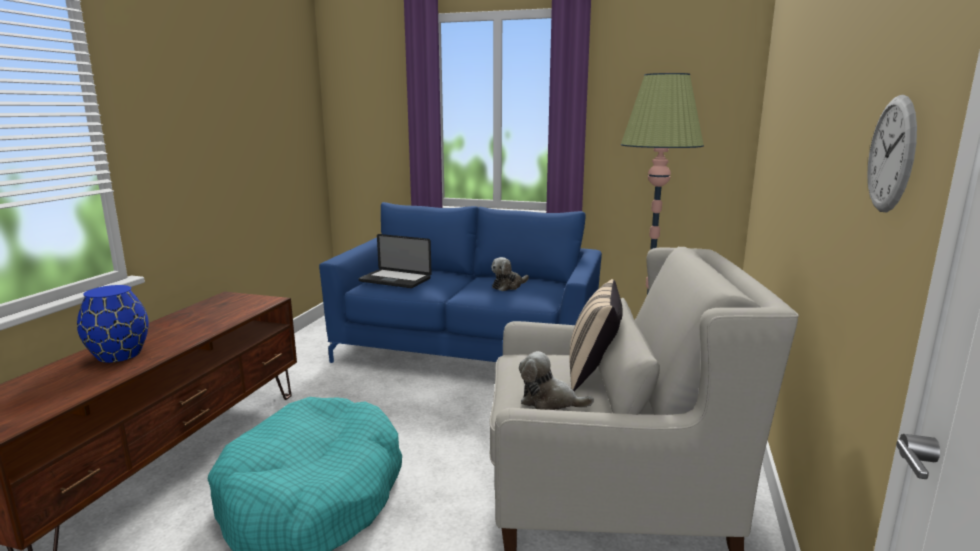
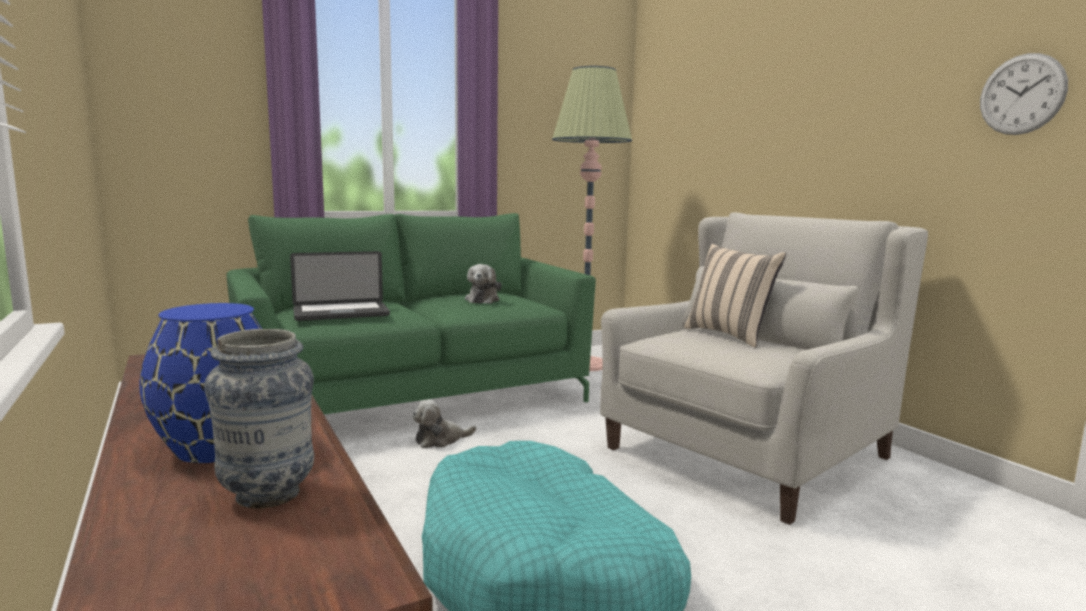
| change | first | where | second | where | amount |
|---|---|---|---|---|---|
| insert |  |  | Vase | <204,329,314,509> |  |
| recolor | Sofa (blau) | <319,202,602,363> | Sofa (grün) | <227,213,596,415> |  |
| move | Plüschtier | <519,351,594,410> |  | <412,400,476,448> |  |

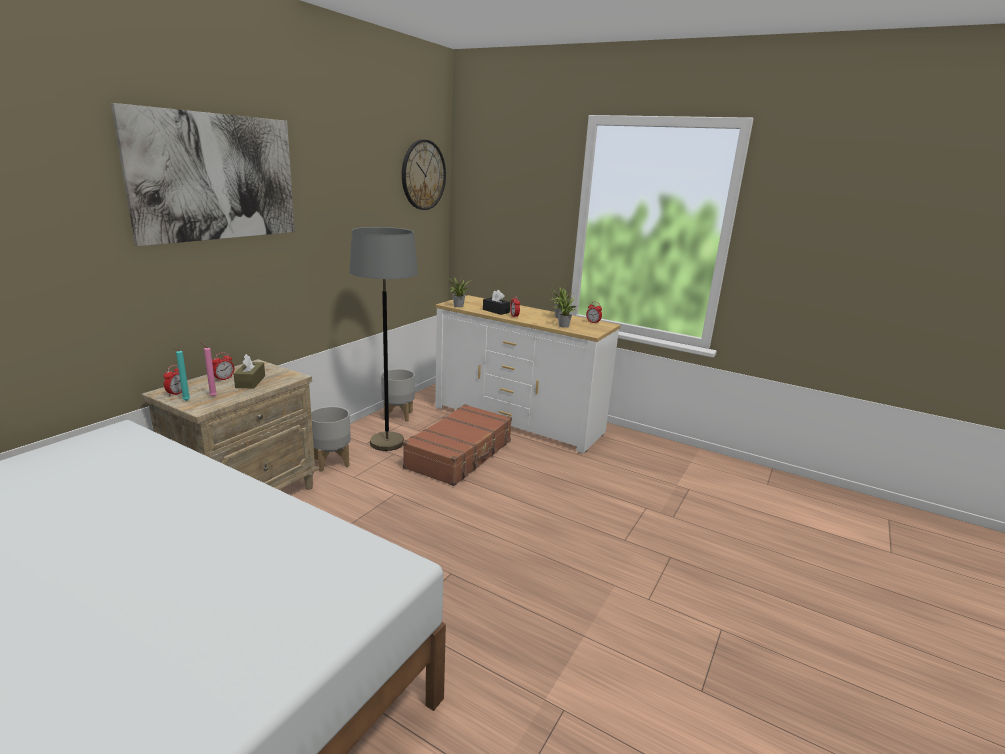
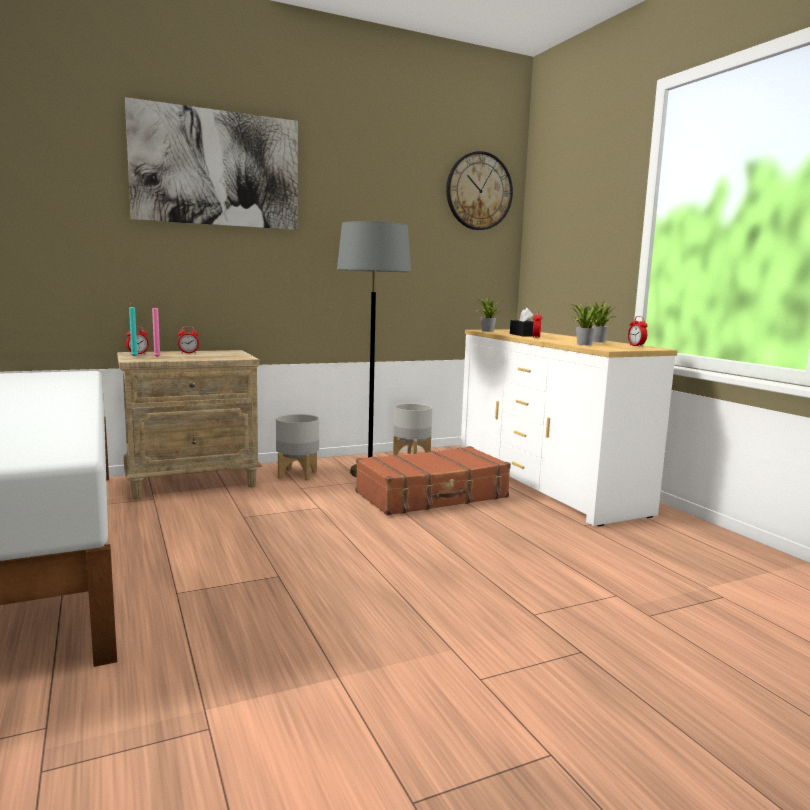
| change | first | where | second | where | amount |
|---|---|---|---|---|---|
| delete | Taschentuchbox (braun) | <234,354,265,389> |  |  |  |

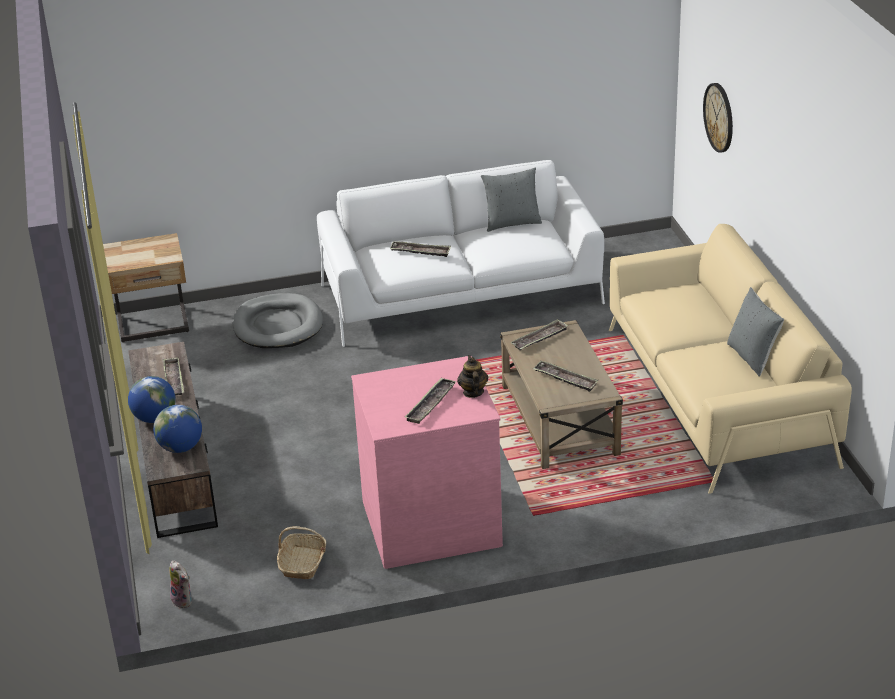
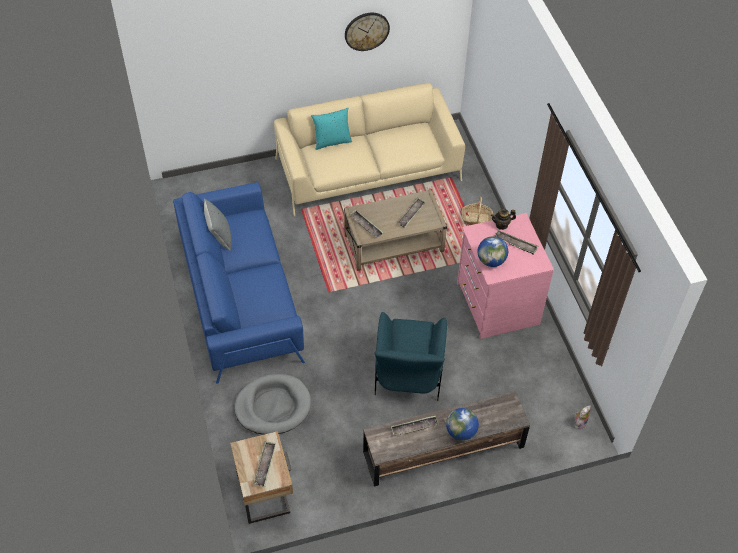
| change | first | where | second | where | amount |
|---|---|---|---|---|---|
| recolor | Sofa (weiß) | <317,160,605,347> | Sofa (blau) | <173,182,305,384> |  |
| move | Tablett | <390,241,451,257> |  | <254,441,276,487> |  |
| insert |  |  | Kissen (türkis) | <311,108,352,150> |  |
| move | Wanduhr | <703,83,733,153> |  | <345,13,390,51> |  |
| insert |  |  | Sessel (blau) | <375,312,447,401> |  |
| move | Korb | <277,526,326,579> |  | <462,196,493,225> |  |
| move | Globus | <153,405,202,453> |  | <478,236,508,267> |  |
| delete | Kissen (grau) | <727,287,784,377> |  |  |  |

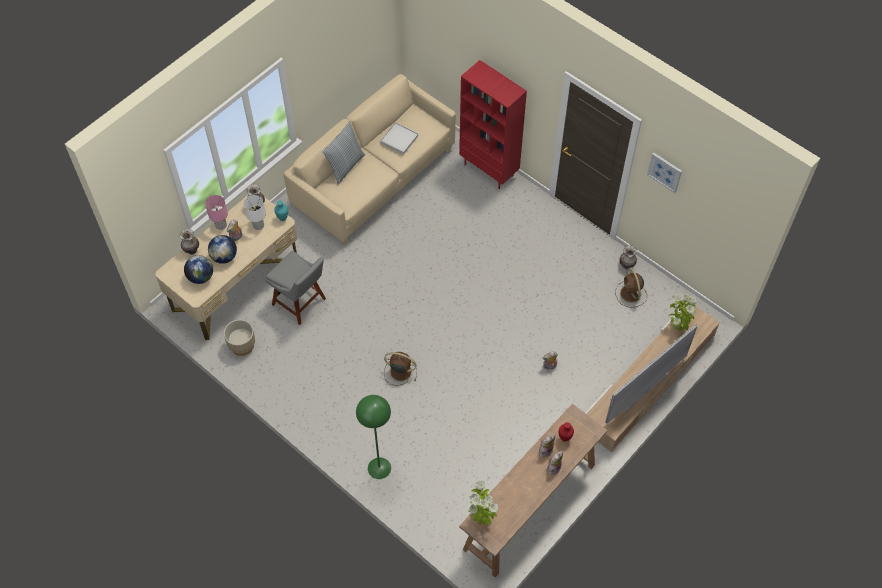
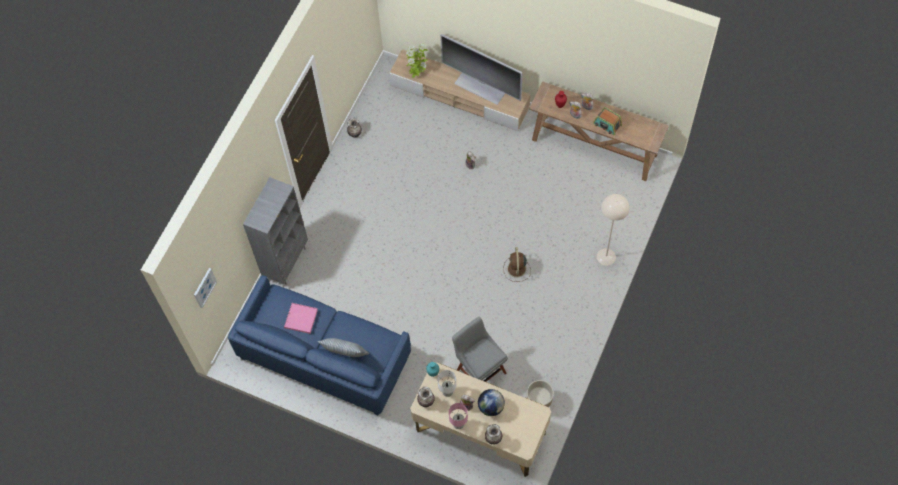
| change | first | where | second | where | amount |
|---|---|---|---|---|---|
| move | Bild | <647,152,682,193> |  | <194,268,217,308> |  |
| recolor | Sofa (beige) | <283,74,456,245> | Sofa (blau) | <228,275,411,415> |  |
| recolor | Bücherregal (rot) | <459,60,527,189> | Bücherregal (grau) | <243,177,308,285> |  |
| recolor | Tablett (weiß) | <380,122,418,155> | Tablett (rosa) | <284,303,318,334> |  |
| rotate | Stuhl (grau) | <265,250,326,325> |  | <452,317,508,382> | 60 degrees counterclockwise |
| insert |  |  | Radio | <593,107,622,135> |  |
| recolor | Stehlampe (grün) | <356,395,391,479> | Stehlampe (beige) | <597,194,630,266> |  |
| delete | Globus | <184,255,213,284> |  |  |  |
| delete | Topfpflanze | <469,480,499,526> |  |  |  |
| delete | Ventilator (braun) | <615,268,647,308> |  |  |  |

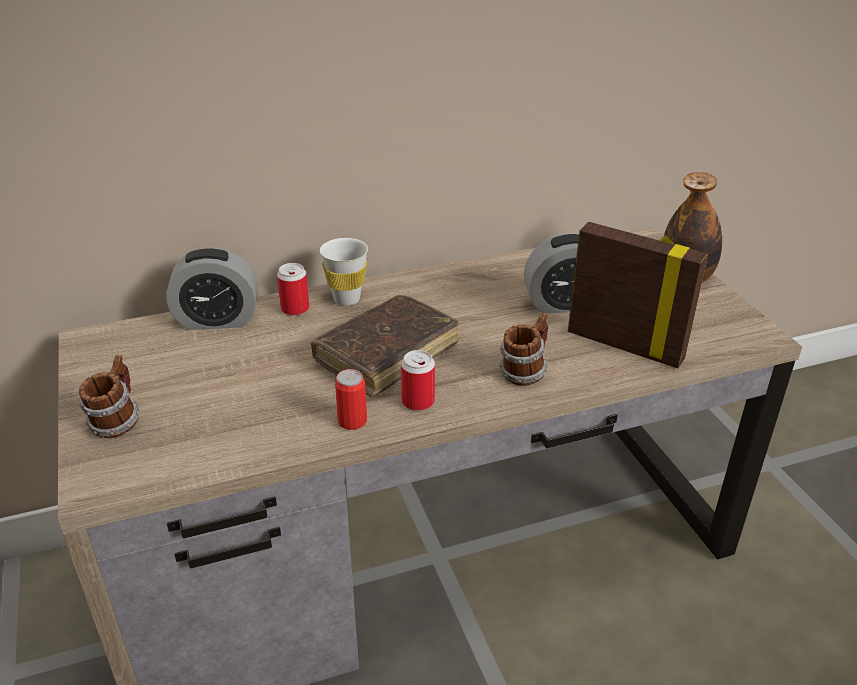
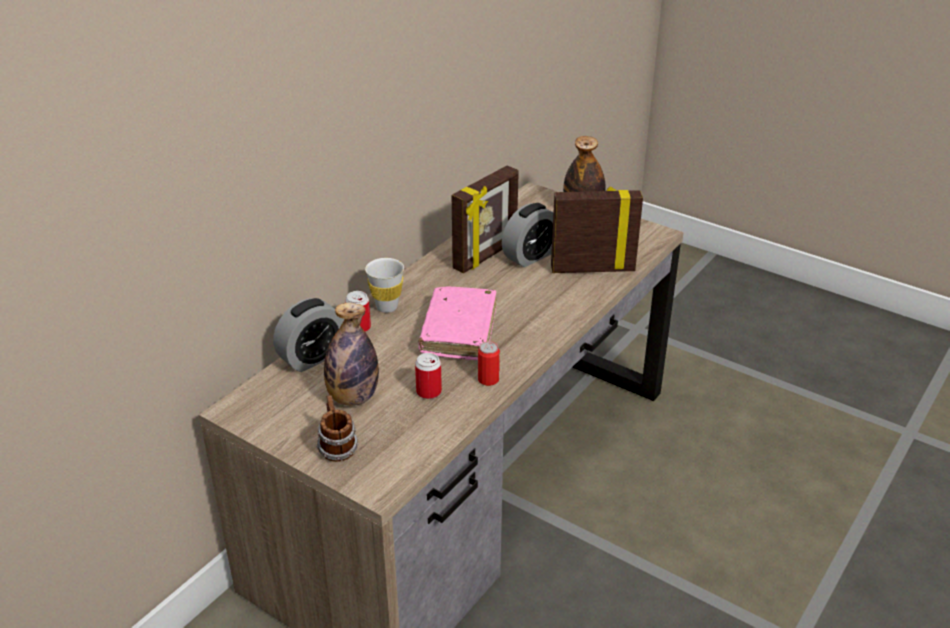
| change | first | where | second | where | amount |
|---|---|---|---|---|---|
| insert |  |  | Flasche | <324,303,379,406> |  |
| move | Dose | <401,350,435,411> |  | <415,353,442,399> |  |
| recolor | Buch (braun) | <311,295,459,397> | Buch (rosa) | <419,286,497,360> |  |
| insert |  |  | Bilderrahmen | <452,165,519,273> |  |
| delete | Henkelbecher | <499,312,548,386> |  |  |  |

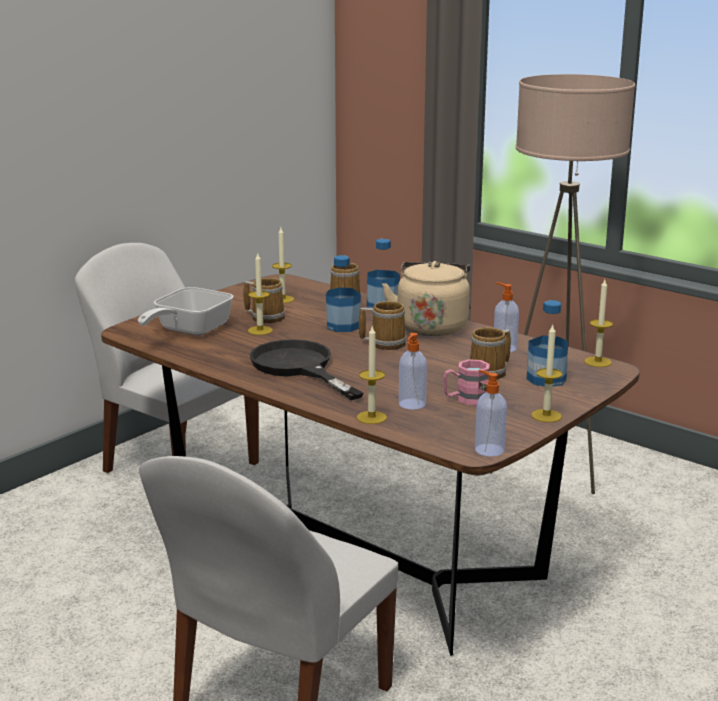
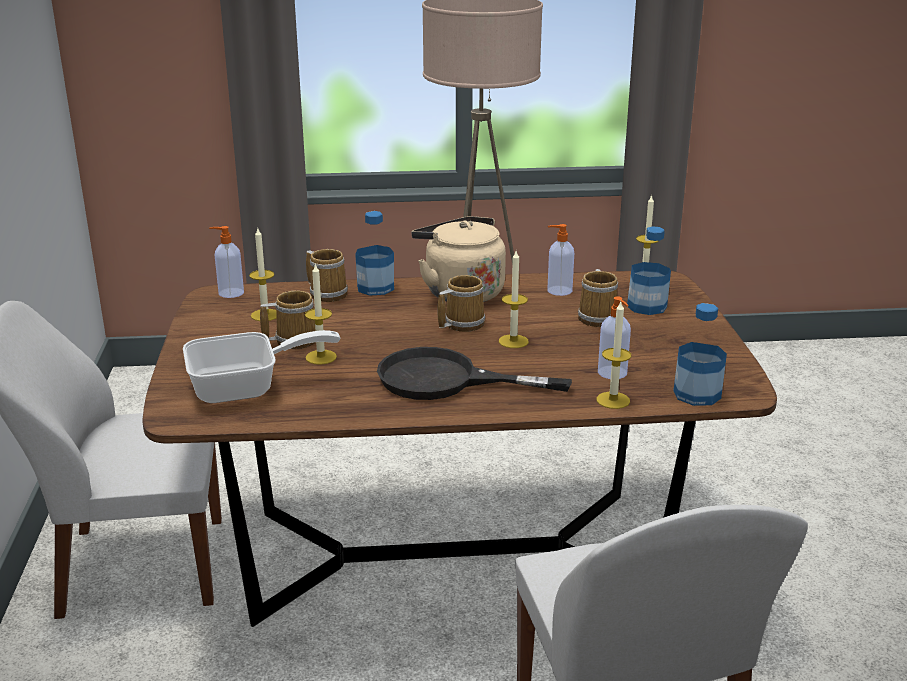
| change | first | where | second | where | amount |
|---|---|---|---|---|---|
| rotate | Pfanne | <138,287,233,336> |  | <183,330,340,403> | 90 degrees counterclockwise |
| move | Seifenspender | <475,370,507,457> |  | <209,226,244,298> |  |
| move | Kerze | <531,324,563,422> |  | <499,251,529,348> |  |
| move | Flasche | <326,255,361,332> |  | <673,303,727,406> |  |
| delete | Henkelbecher (rosa) | <444,359,490,405> |  |  |  |

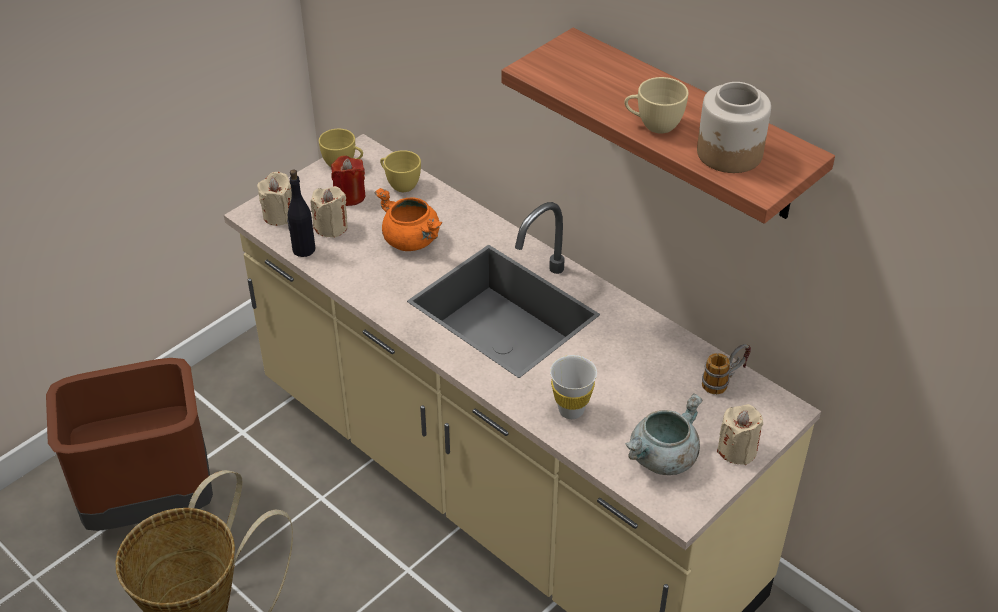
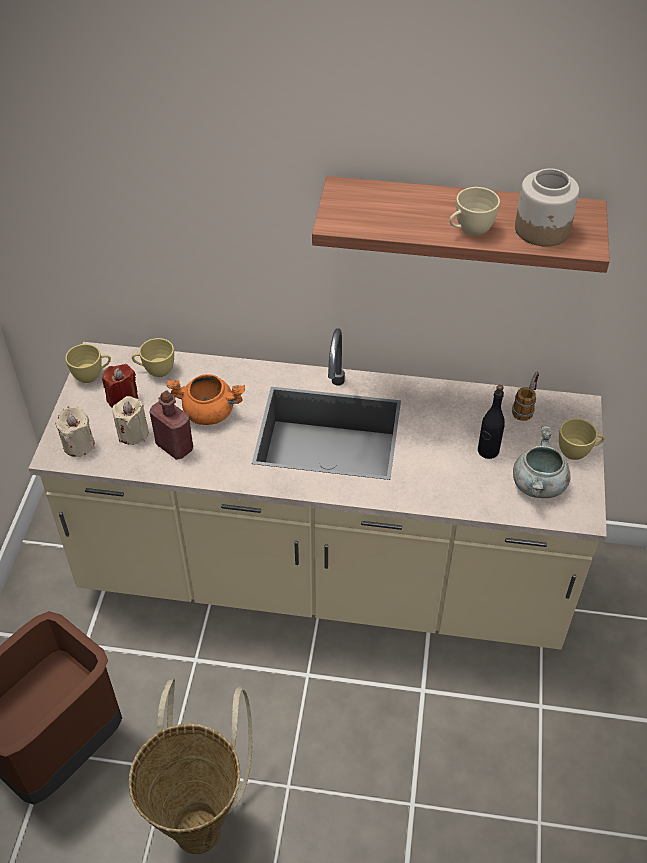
| change | first | where | second | where | amount |
|---|---|---|---|---|---|
| insert |  |  | Flasche (rot) | <150,391,193,460> |  |
| move | Flasche (schwarz) | <287,169,315,257> |  | <478,385,505,459> |  |
| replace | Kerze (beige) | <717,404,763,465> | Tasse (gelb) | <559,418,605,460> |  |
| delete | Tasse (weiß) | <550,355,597,419> |  |  |  |

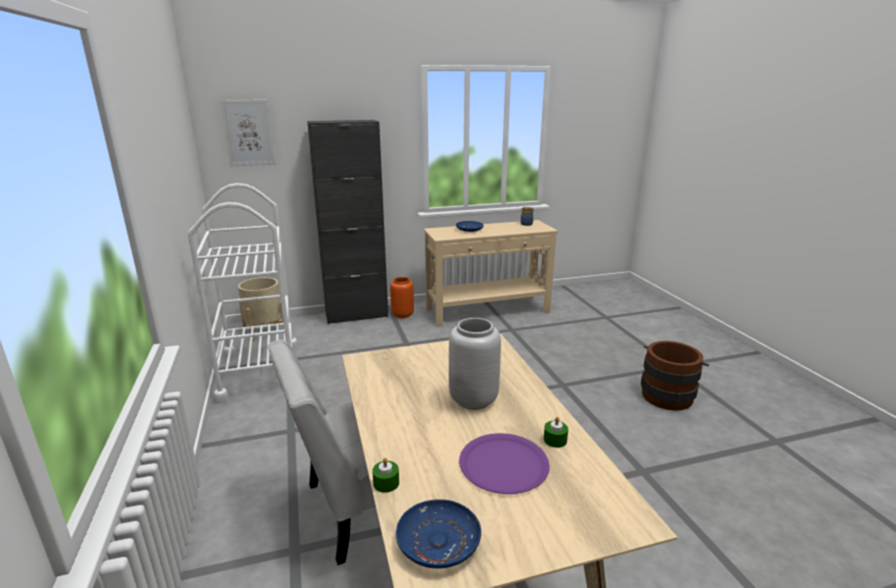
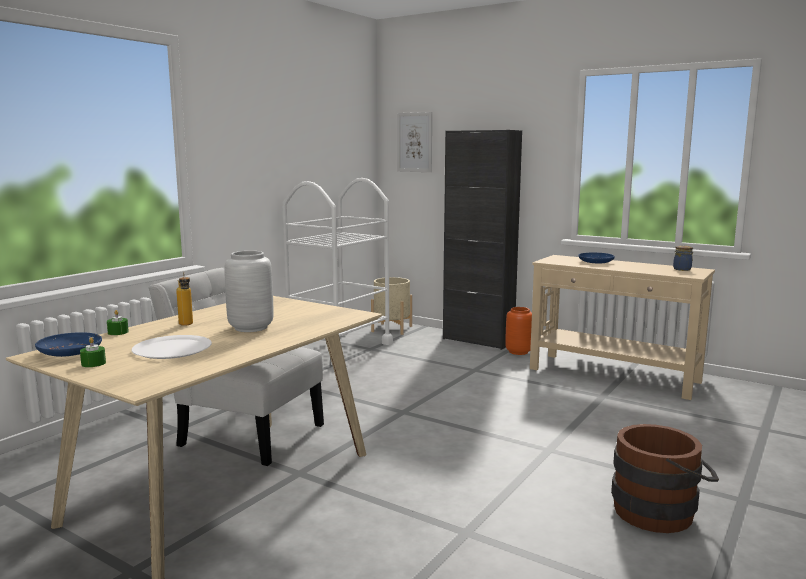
| change | first | where | second | where | amount |
|---|---|---|---|---|---|
| move | Kerze (grün) | <544,417,568,448> |  | <80,338,106,367> |  |
| recolor | Teller (lila) | <459,433,550,494> | Teller (weiß) | <131,335,212,359> |  |
| insert |  |  | Flasche | <176,272,193,326> |  |

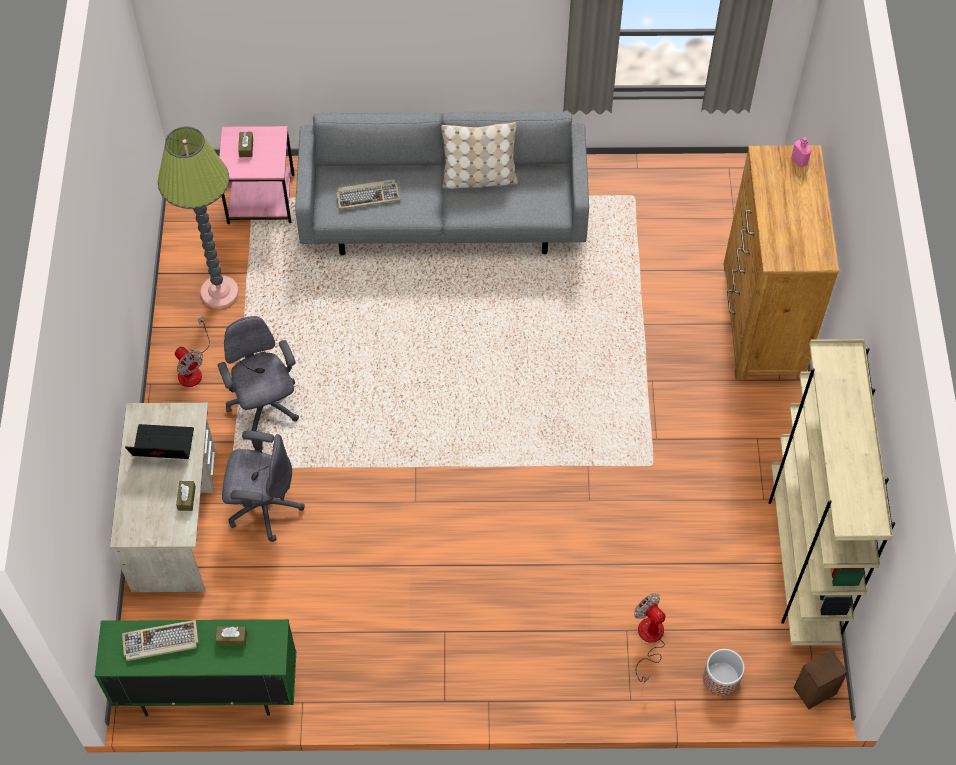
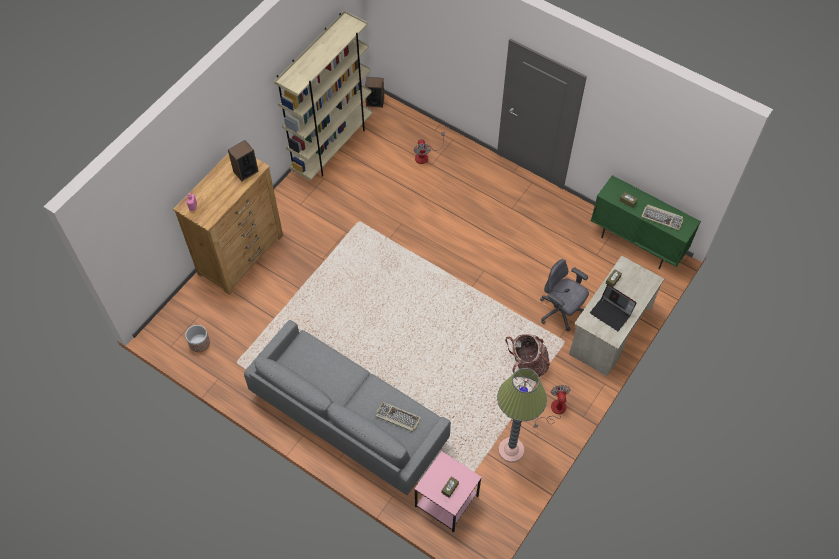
| change | first | where | second | where | amount |
|---|---|---|---|---|---|
| move | Pflanzkübel | <703,649,745,696> |  | <185,325,210,352> |  |
| insert |  |  | Lautsprecher | <228,140,259,181> |  |
| replace | Bürostuhl (grau) | <217,316,299,431> | Rucksack | <505,334,550,380> |  |
| delete | Kissen (beige) | <441,122,518,189> |  |  |  |

